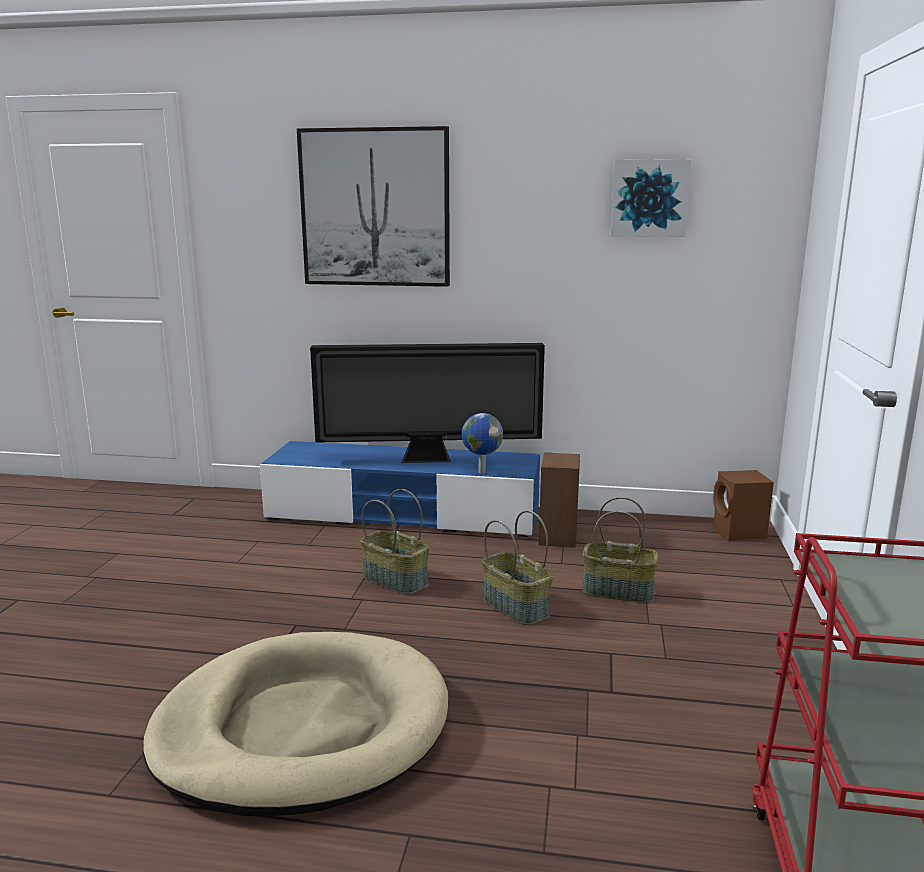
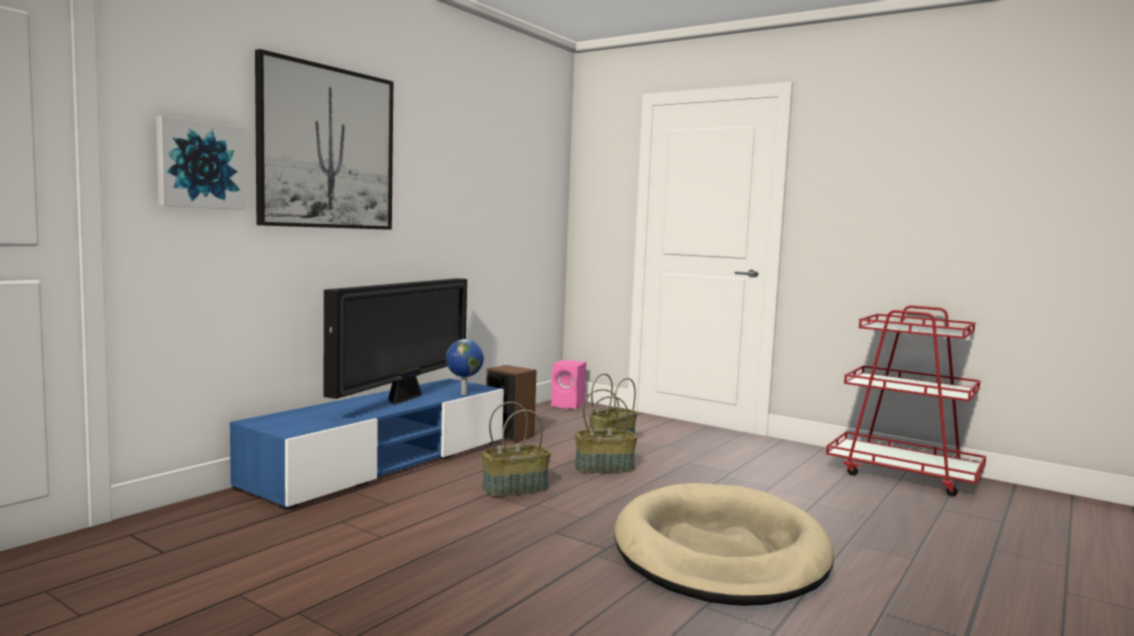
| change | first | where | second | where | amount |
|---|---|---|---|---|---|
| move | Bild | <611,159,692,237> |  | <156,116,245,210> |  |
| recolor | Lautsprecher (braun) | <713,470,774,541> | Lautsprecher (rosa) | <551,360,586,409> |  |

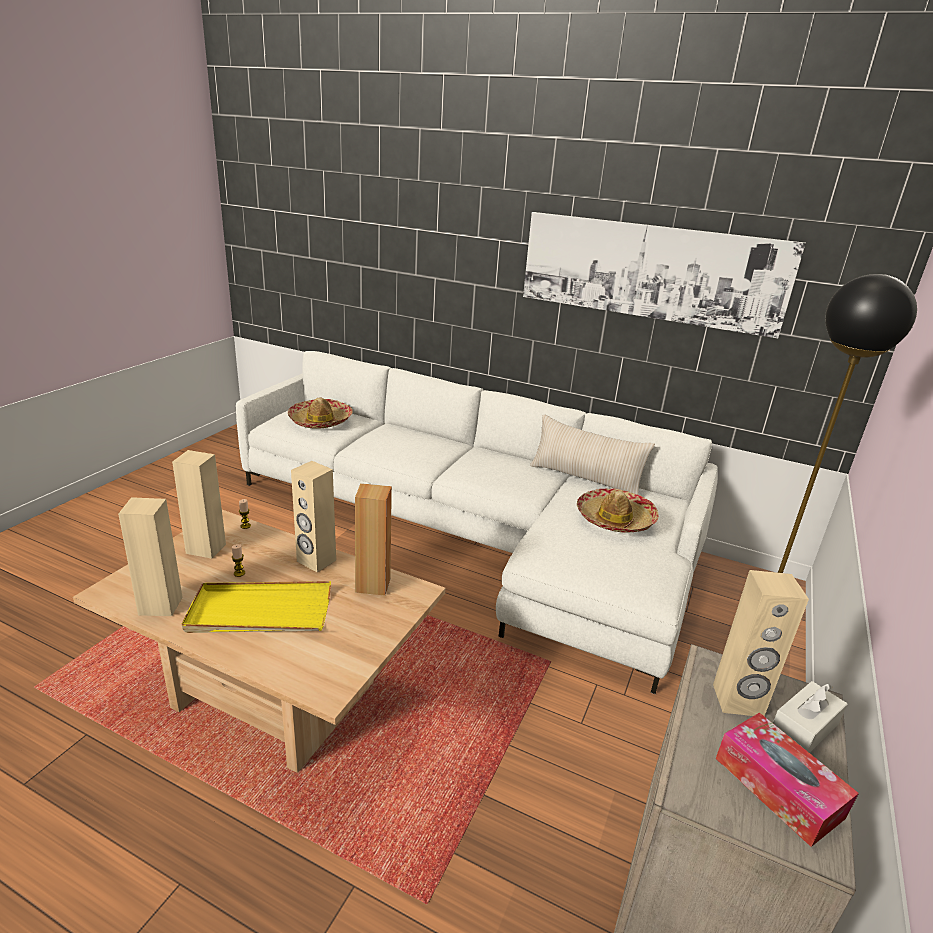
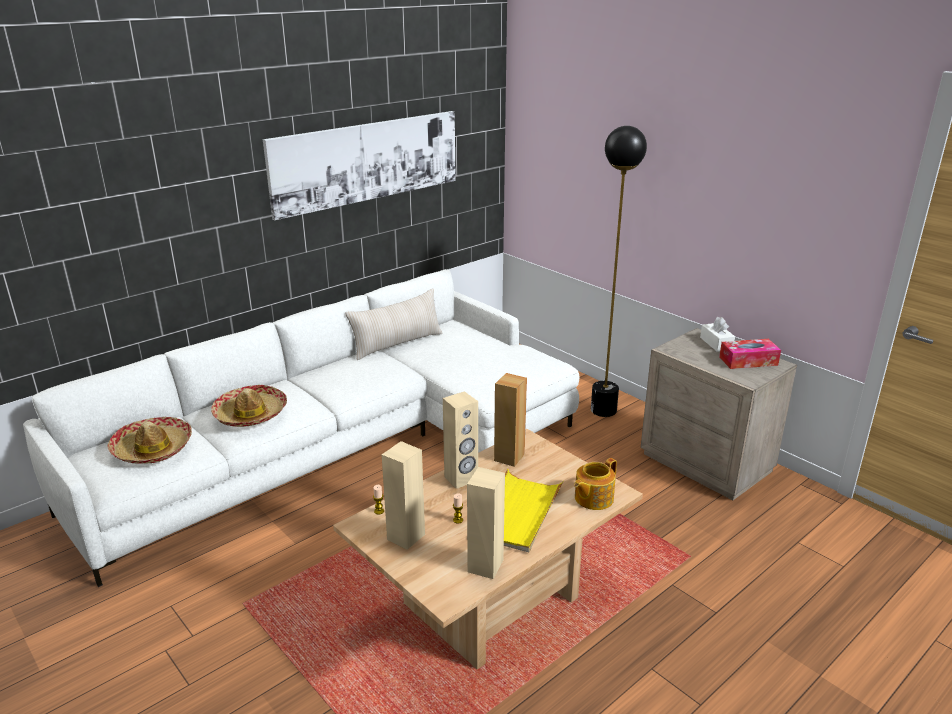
| change | first | where | second | where | amount |
|---|---|---|---|---|---|
| move | Hut | <577,489,659,533> |  | <211,385,287,427> |  |
| insert |  |  | Teekanne | <574,458,617,510> |  |
| delete | Lautsprecher (beige) | <713,570,809,716> |  |  |  |

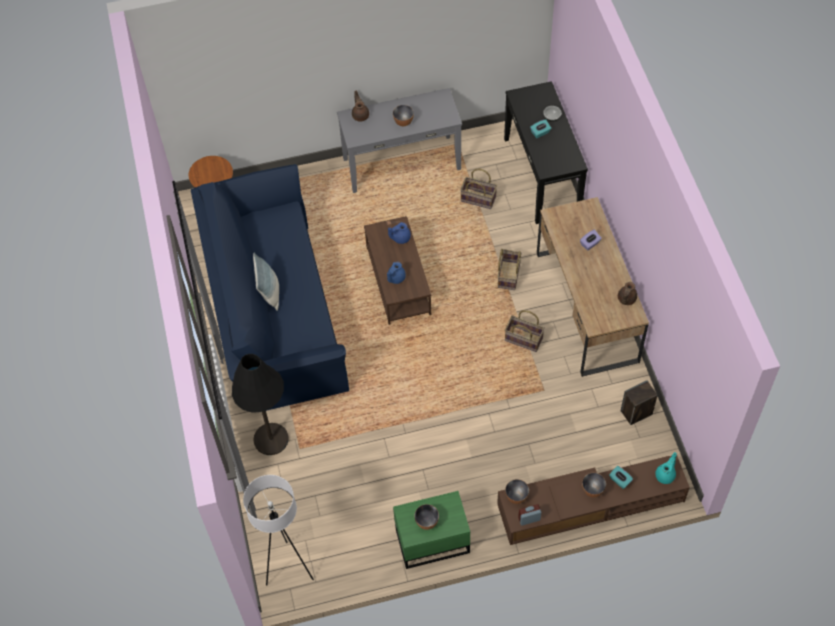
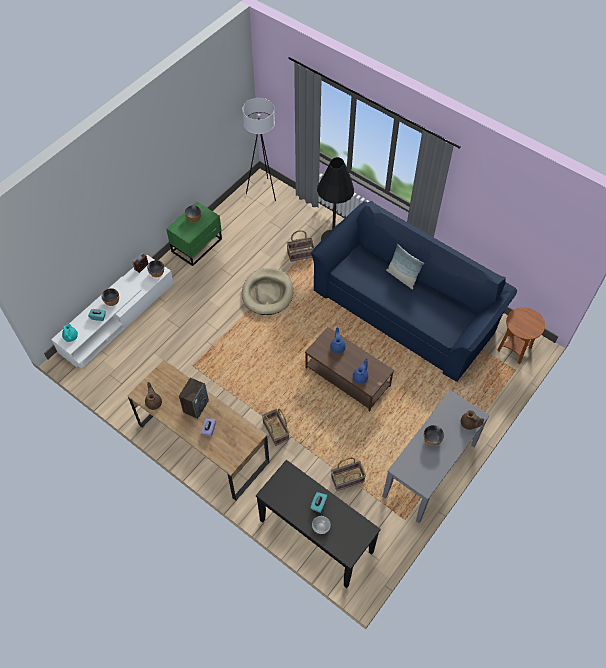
| change | first | where | second | where | amount |
|---|---|---|---|---|---|
| recolor | Fernsehschrank (braun) | <497,456,690,545> | Fernsehschrank (weiß) | <51,255,174,369> |  |
| move | Lautsprecher | <621,380,658,425> |  | <179,377,209,419> |  |
| insert |  |  | Hundebett (beige) | <242,268,293,315> |  |
| move | Korb | <505,310,545,352> |  | <287,230,315,262> |  |

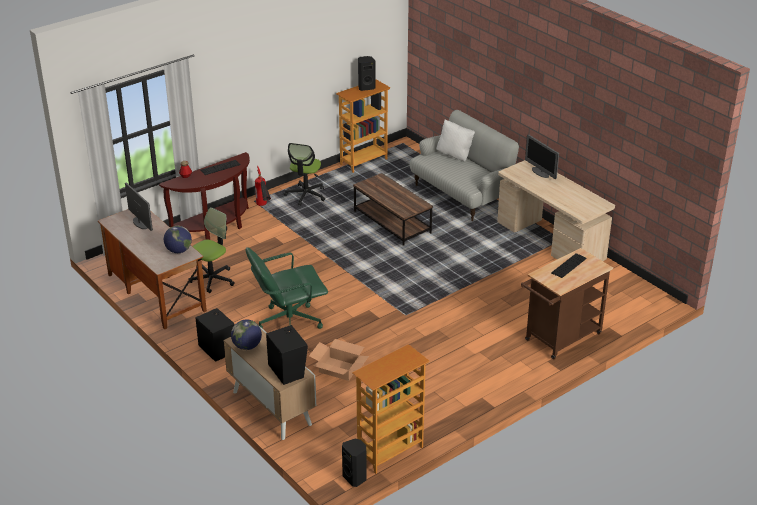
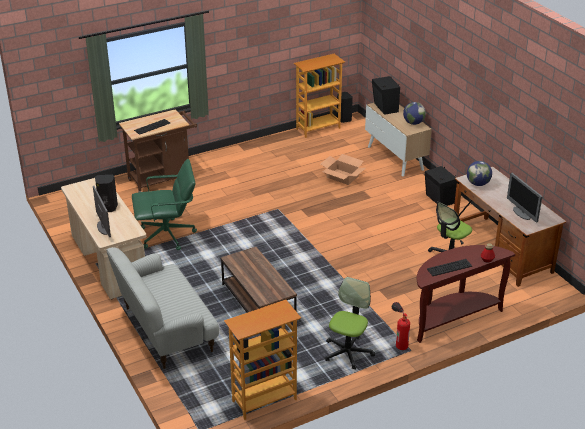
| change | first | where | second | where | amount |
|---|---|---|---|---|---|
| move | Lautsprecher (schwarz) | <358,56,375,91> |  | <95,175,118,212> |  |
| move | Bürostuhl (grün) | <246,247,328,329> |  | <132,159,197,250> |  |
| delete | Kissen (weiß) | <436,119,475,162> |  |  |  |

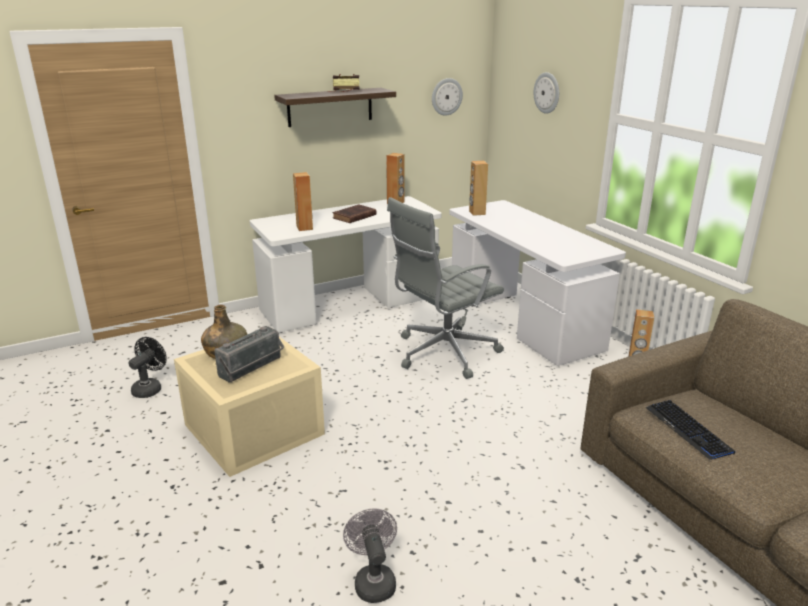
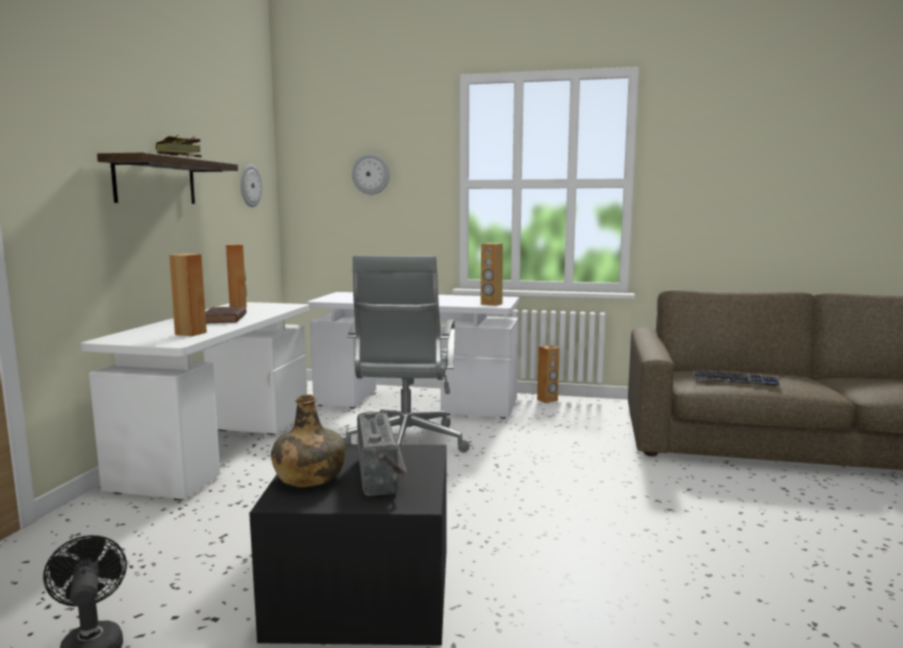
| change | first | where | second | where | amount |
|---|---|---|---|---|---|
| recolor | Aufbewahrungsbox (beige) | <174,337,325,477> | Aufbewahrungsbox (schwarz) | <249,444,447,645> |  |
| move | Lautsprecher (braun) | <469,161,488,216> |  | <481,243,503,306> |  |
| delete | Ventilator (grau) | <343,508,397,603> |  |  |  |

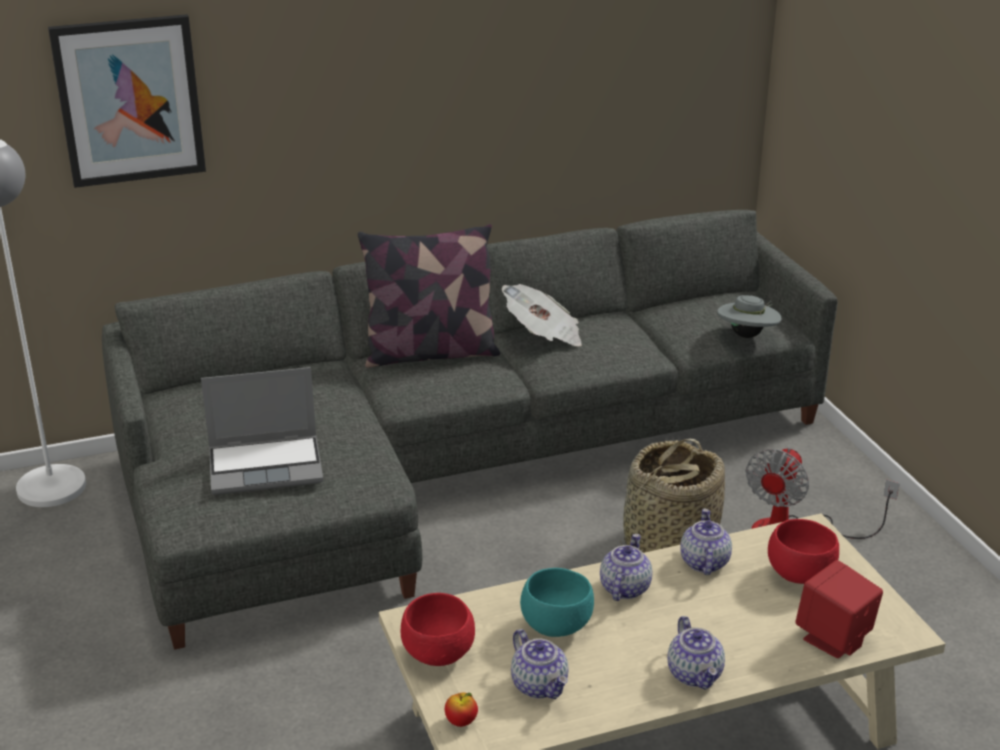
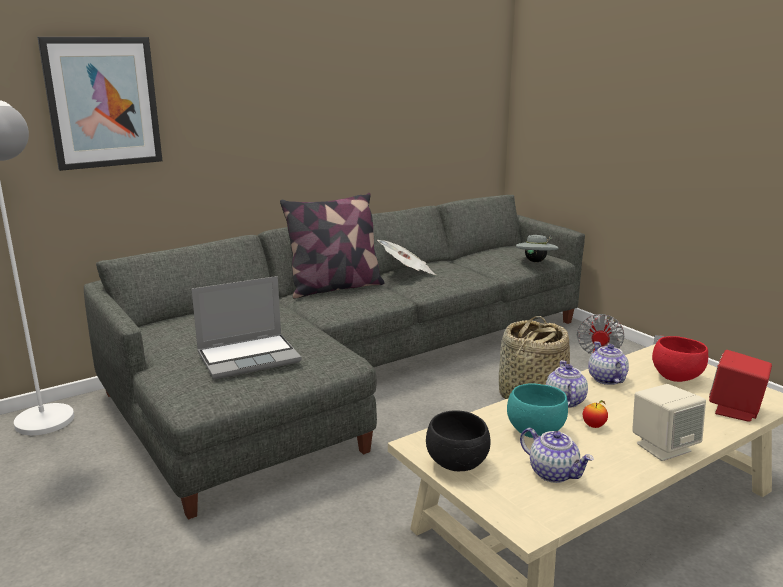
| change | first | where | second | where | amount |
|---|---|---|---|---|---|
| recolor | Schüssel (rot) | <401,593,475,666> | Schüssel (schwarz) | <426,410,491,471> |  |
| move | Apfel | <445,692,478,727> |  | <583,400,608,428> |  |
| replace | Teekanne | <667,616,725,690> | Lautsprecher (beige) | <632,384,706,461> |  |

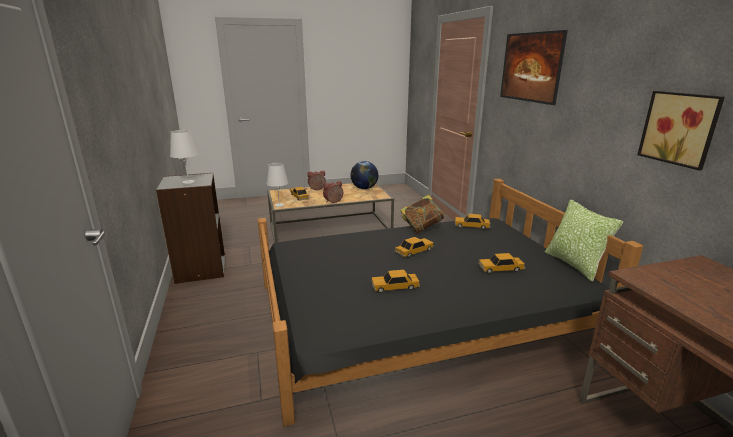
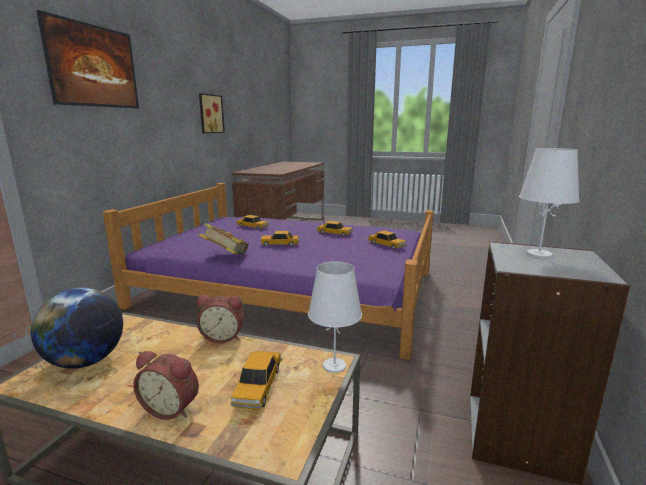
| change | first | where | second | where | amount |
|---|---|---|---|---|---|
| recolor | Bett (schwarz) | <258,179,643,426> | Bett (lila) | <103,183,434,360> |  |
| move | Spielzeugauto | <455,214,490,230> |  | <368,231,406,249> |  |
| delete | Kissen | <545,199,623,282> |  |  |  |

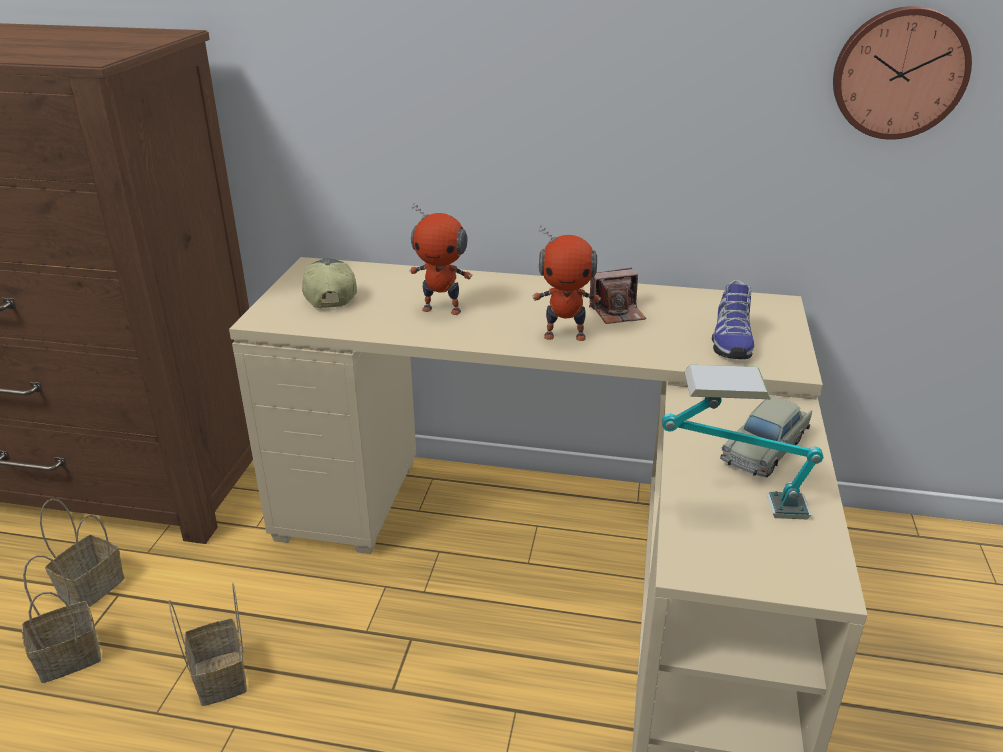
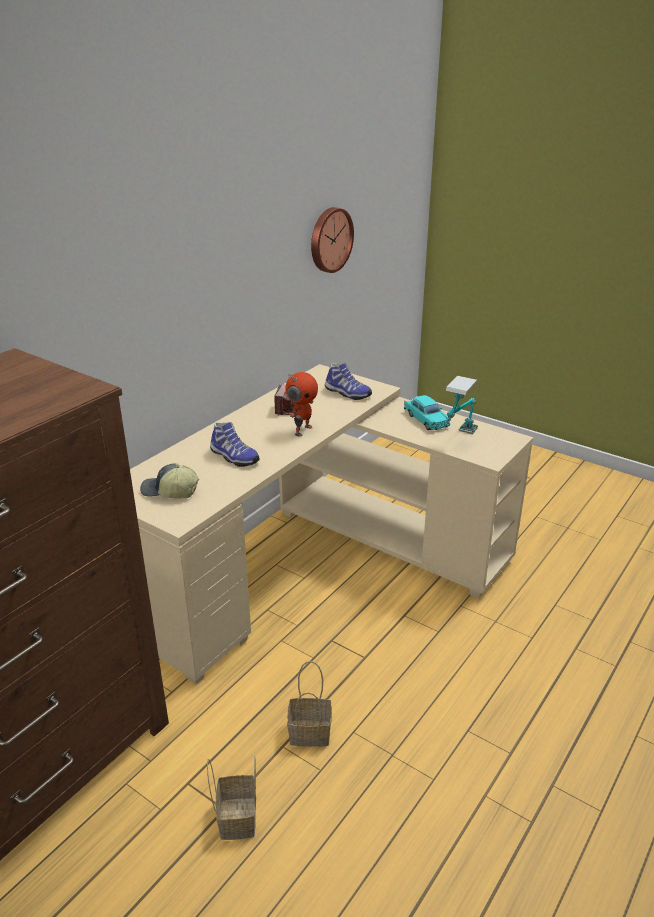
| change | first | where | second | where | amount |
|---|---|---|---|---|---|
| replace | Spielzeugroboter | <409,202,472,315> | Schuh | <210,422,260,467> |  |
| recolor | Spielzeugauto (beige) | <720,396,812,477> | Spielzeugauto (türkis) | <404,395,451,430> |  |
| delete | Korb | <40,498,125,607> |  |  |  |

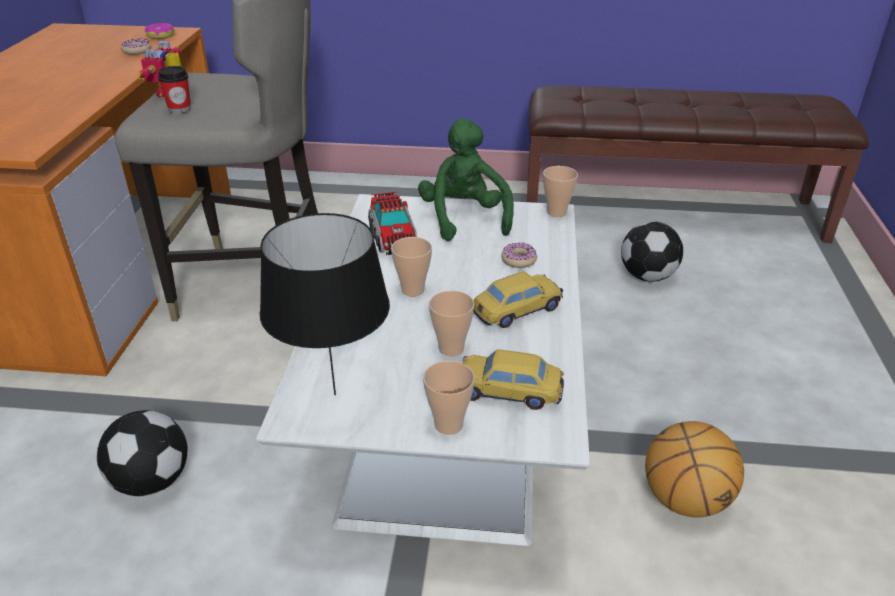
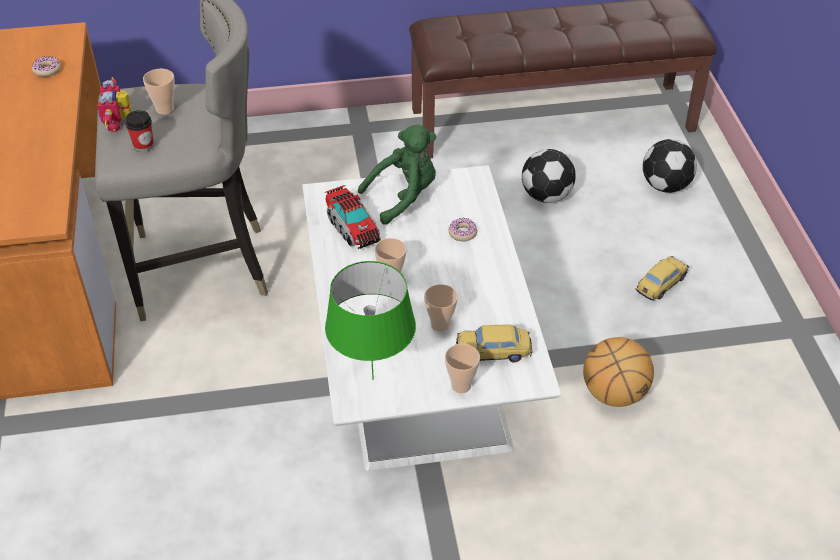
| change | first | where | second | where | amount |
|---|---|---|---|---|---|
| move | Tasse | <543,166,578,217> |  | <143,69,175,115> |  |
| recolor | Tischlampe (schwarz) | <260,213,390,395> | Tischlampe (grün) | <325,261,416,379> |  |
| rotate | Plüschtier (grün) | <418,118,514,241> |  | <358,125,436,225> | 90 degrees clockwise |
| move | Spielzeugauto | <473,271,563,328> |  | <636,256,689,301> |  |
| move | Fußball | <97,410,188,496> |  | <643,139,697,193> |  |
| delete | Donut | <145,23,174,39> |  |  |  |

